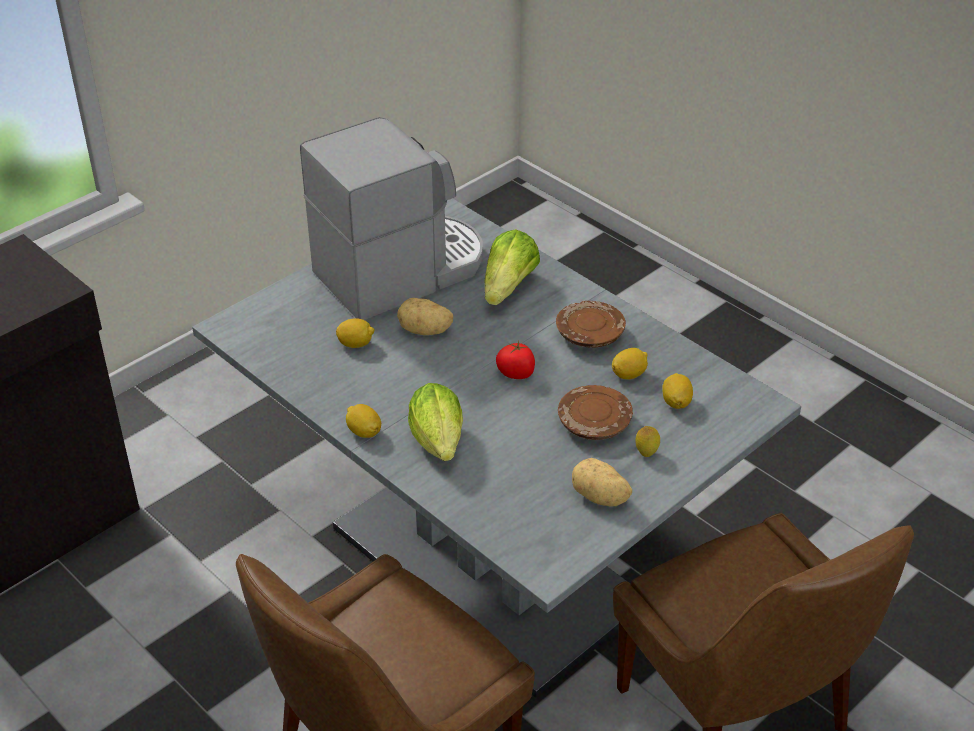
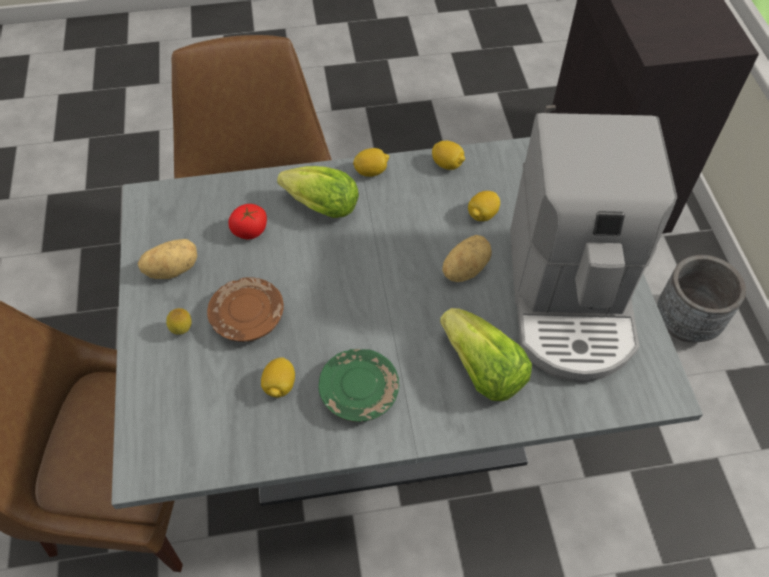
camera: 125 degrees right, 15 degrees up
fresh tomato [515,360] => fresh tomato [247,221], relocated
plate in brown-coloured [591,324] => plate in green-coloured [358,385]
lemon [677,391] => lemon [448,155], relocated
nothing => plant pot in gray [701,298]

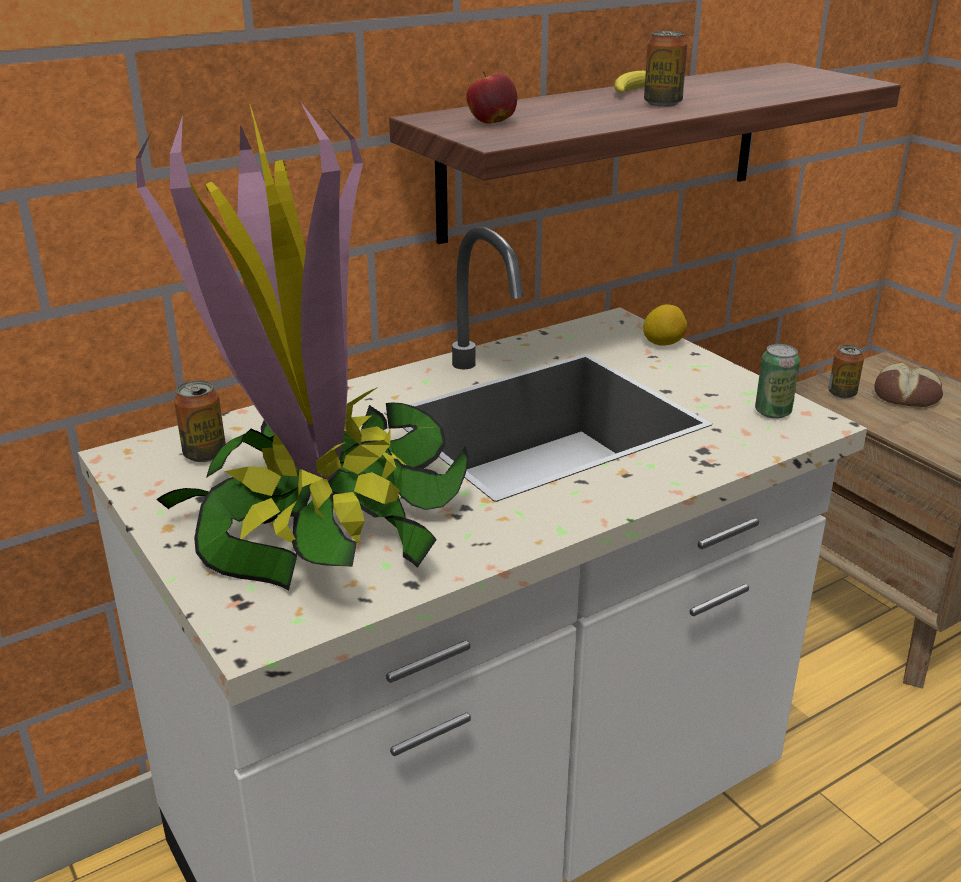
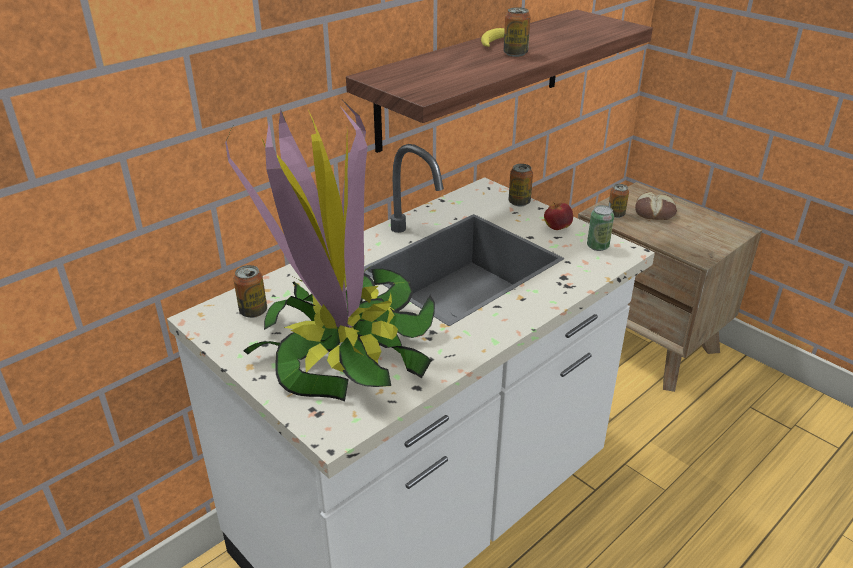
camera: 10 degrees left, 5 degrees up
apple fruit [491,97] => apple fruit [558,216], relocated
lemon [665,325] => sealed can [521,185]

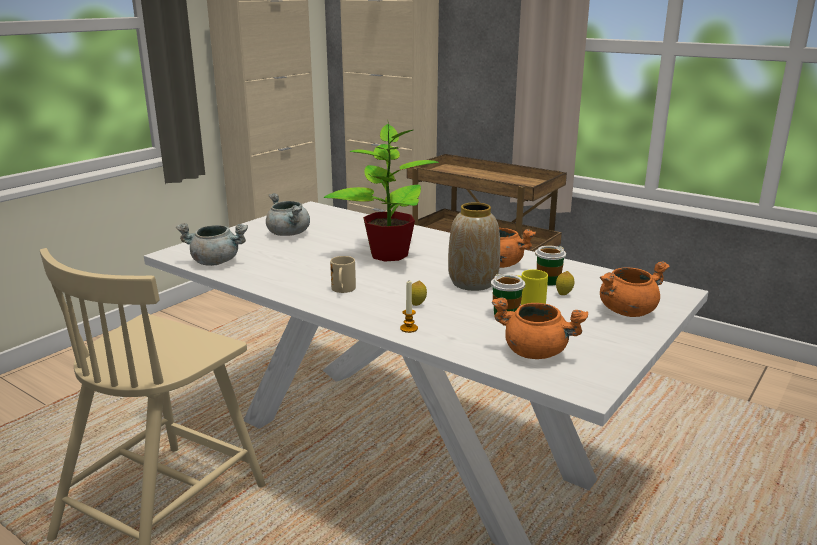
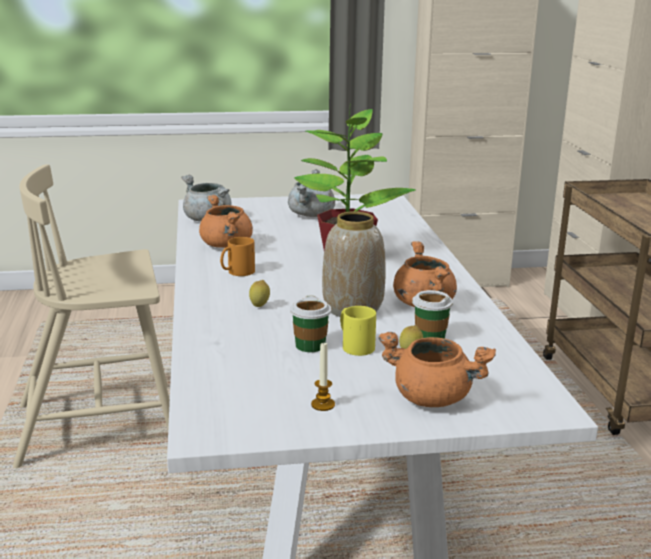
camera: 45 degrees right, 0 degrees up
coffee mug in beige-coloured [343,274] => coffee mug in orangey [237,256]
wax light [409,307] => wax light [323,377], relocated
cooking pot in orangey [540,328] => cooking pot in orangey [226,221], relocated

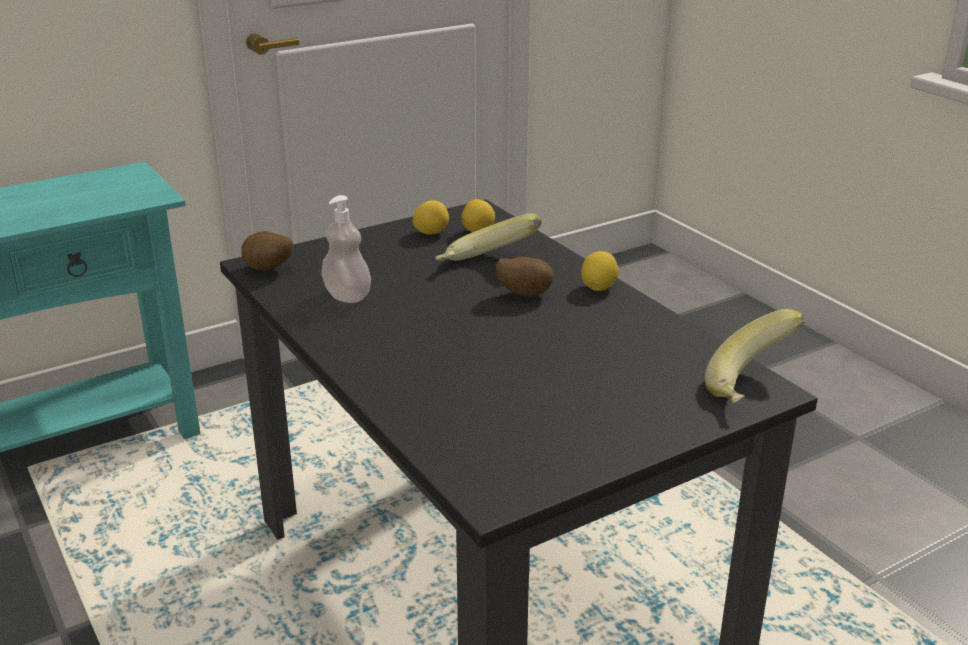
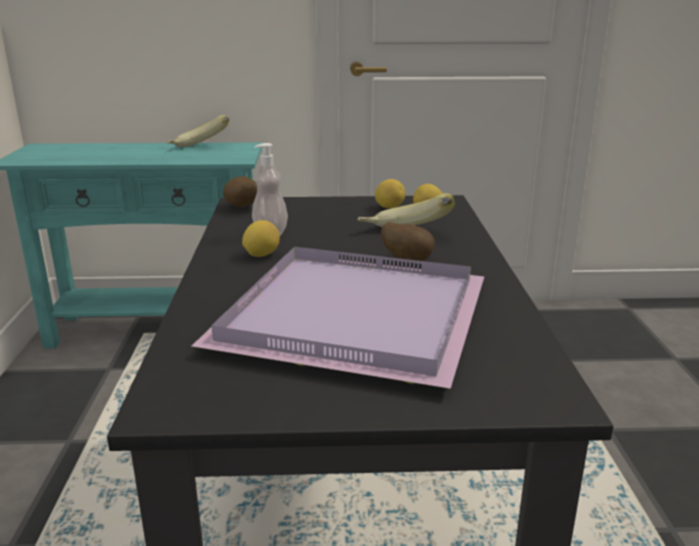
camera: 30 degrees right, 5 degrees down
lemon [600,271] => lemon [261,238], relocated
whole banana [755,356] => whole banana [198,131], relocated
nothing => serving tray in purple [338,318]

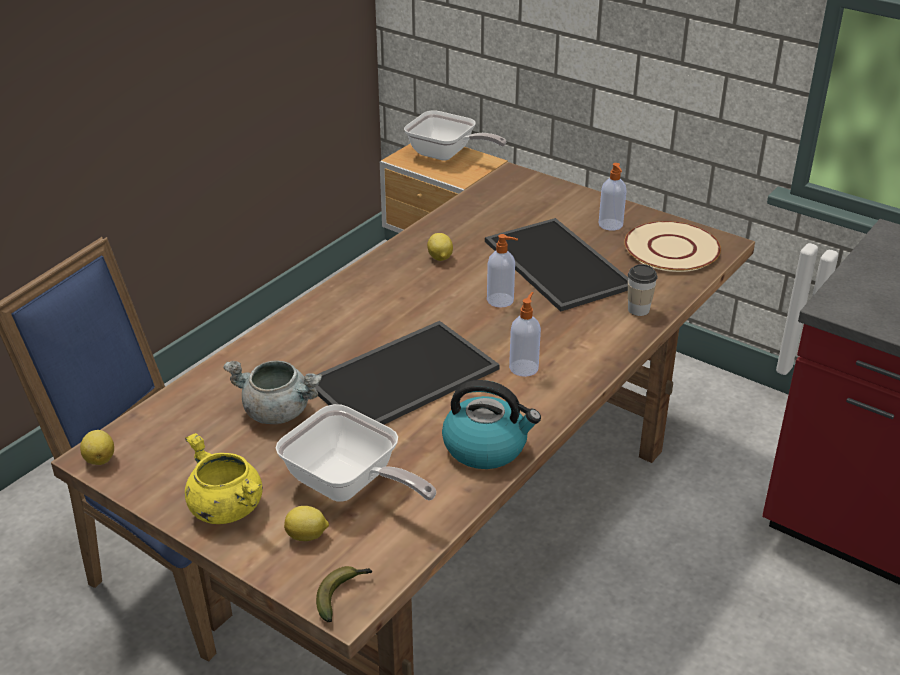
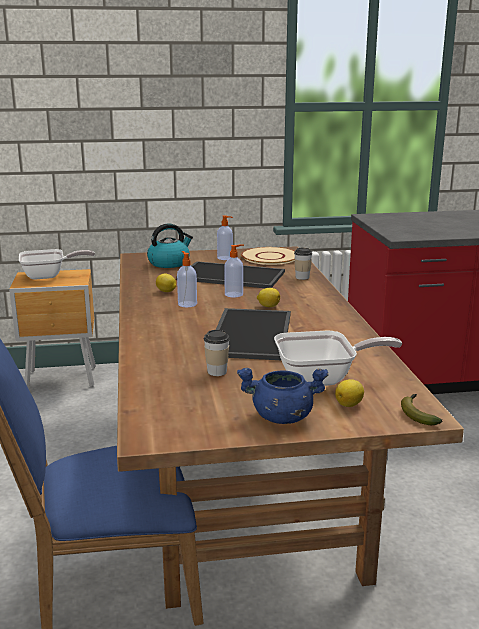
camera: 45 degrees left, 15 degrees down
lemon [97,447] => lemon [268,297], relocated
cooking pot in yellowish [224,478] => cooking pot in bluish [282,396]
cooking pot in gray [272,392] => small cup [217,353]
kettle [491,424] => kettle [170,245], relocated
liquid soap bottle [525,334] => liquid soap bottle [187,279], relocated

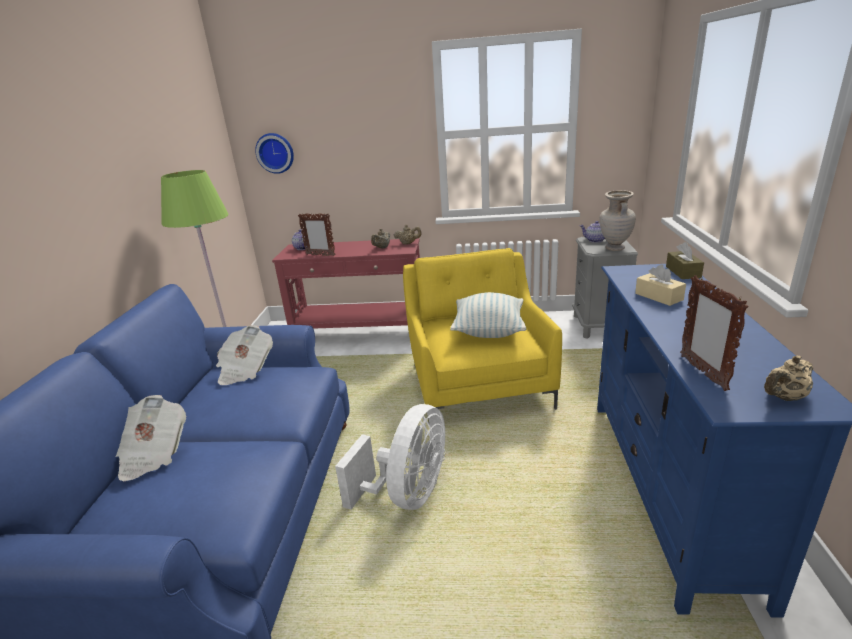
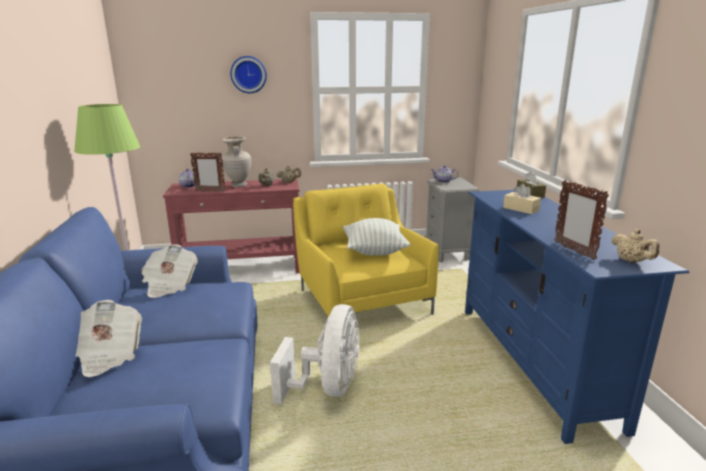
camera: 15 degrees left, 5 degrees down
hanging clock [274,153] => hanging clock [248,74], relocated
decorative vase in beige-coloured [617,220] => decorative vase in beige-coloured [236,162], relocated
pot for tea in beige-coloured [788,378] => pot for tea in beige-coloured [635,246], 75 degrees counterclockwise

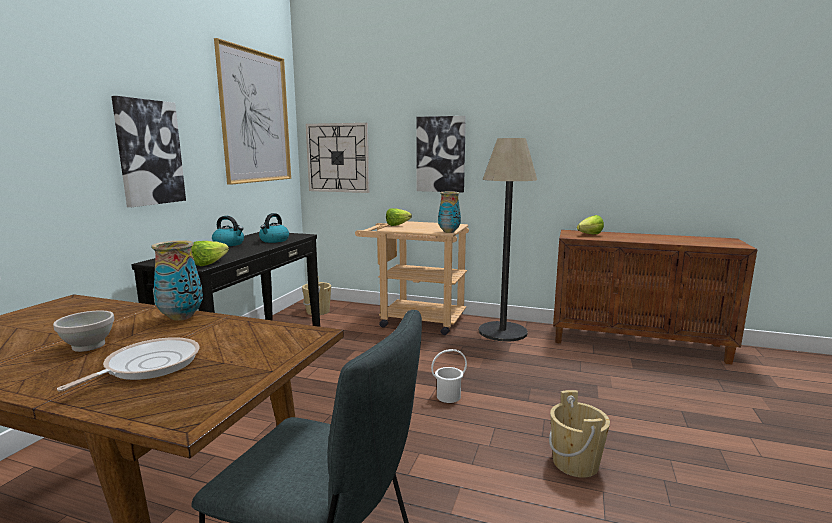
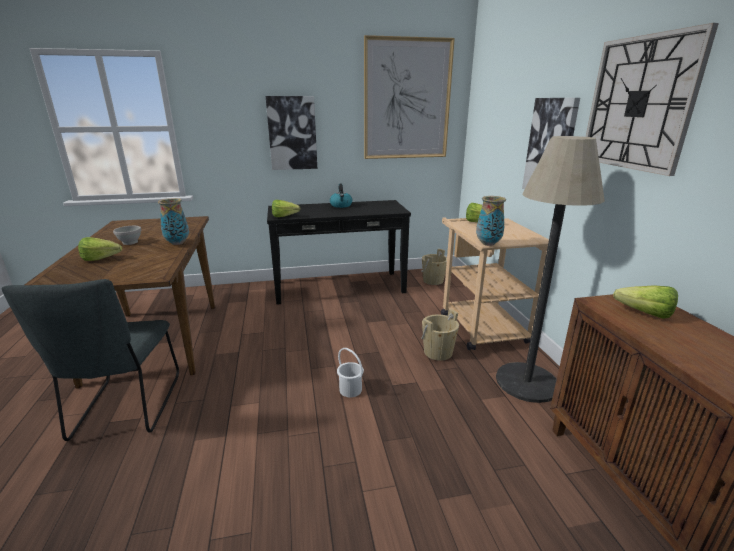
camera: 60 degrees right, 10 degrees up
pan [128,364] => lettuce [100,249]
kettle [274,228] => nothing
hanging clock [337,158] => hanging clock [652,99], relocated
pail in beige-coloured [579,434] => pail in beige-coloured [440,335], relocated

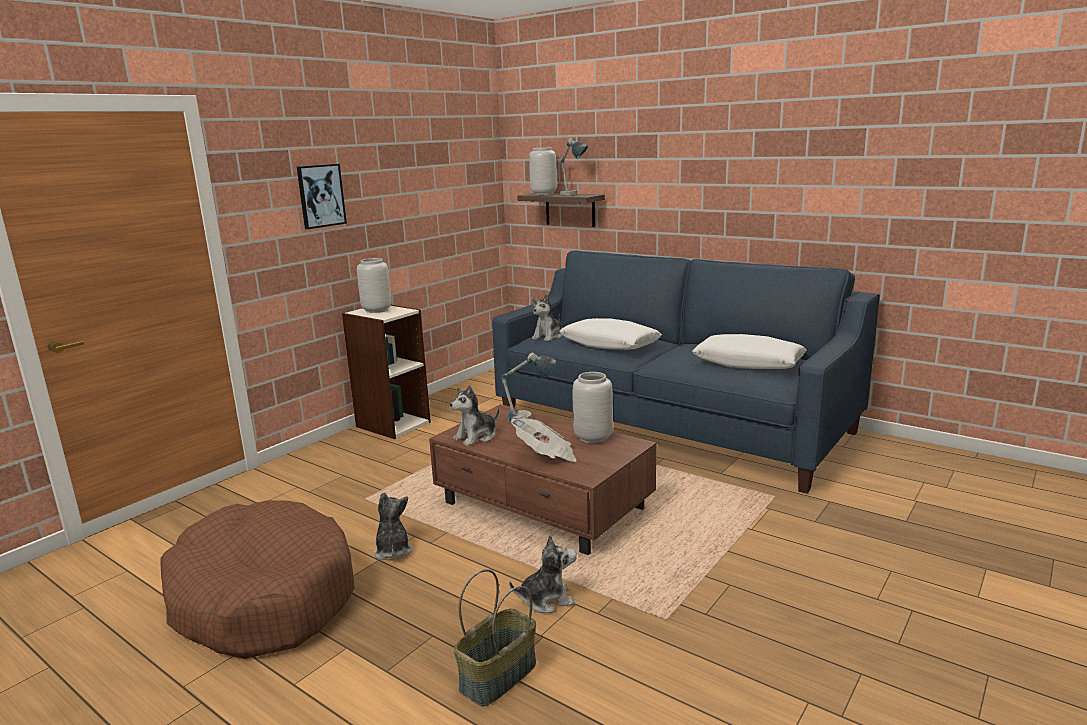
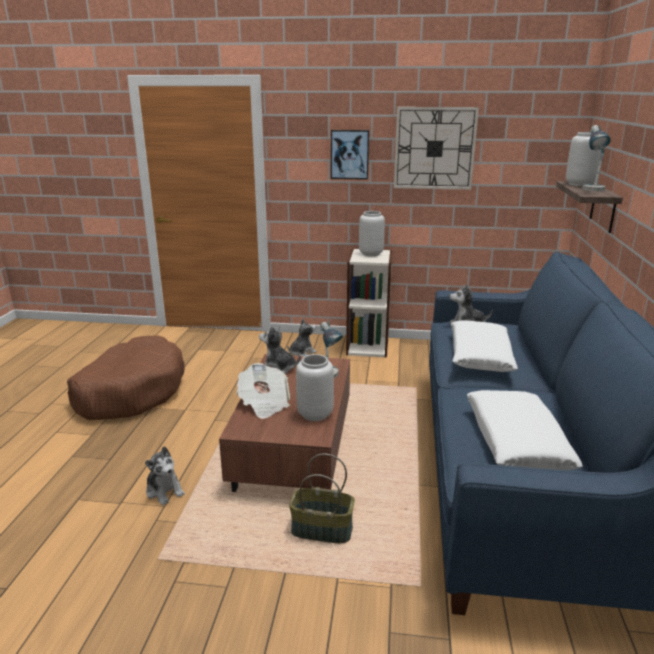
camera: 60 degrees right, 5 degrees up
cuddly toy [393,526] => cuddly toy [302,337], relocated
basket [494,637] => basket [322,498], relocated
nothing => hanging clock [436,148]

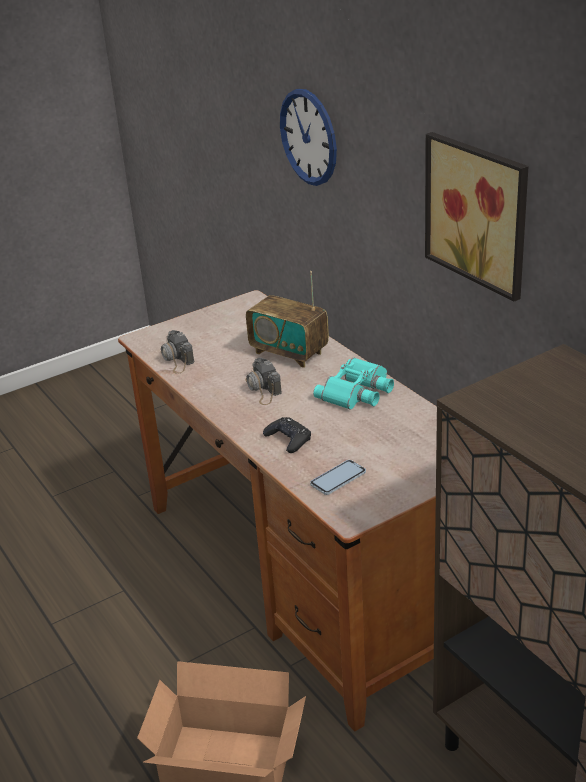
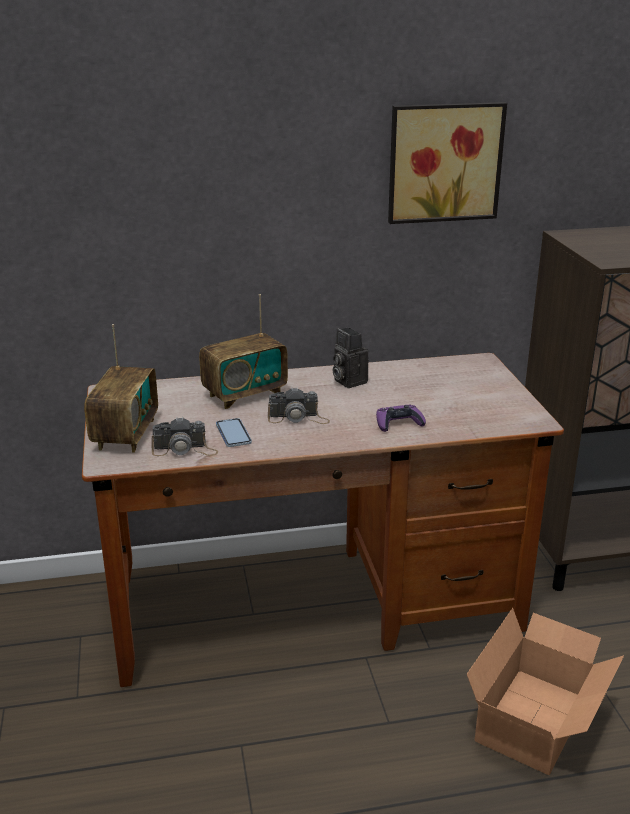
camera: 70 degrees left, 5 degrees down
gamepad in black [287,435] => gamepad in purple [401,418]
hanging clock [308,137] => nothing
handset [338,477] => handset [234,432], relocated
binoculars in turquoise-coloured [353,384] => still camera [351,358]
nothing => radio set [121,388]

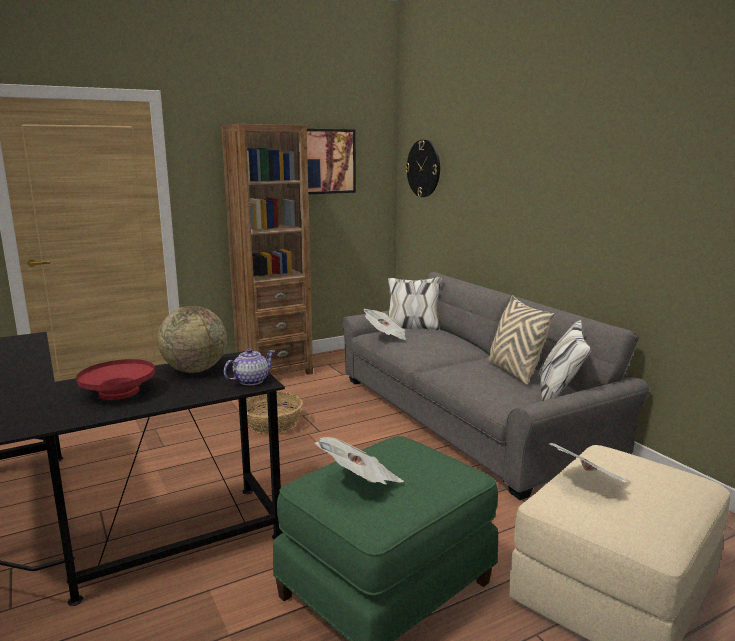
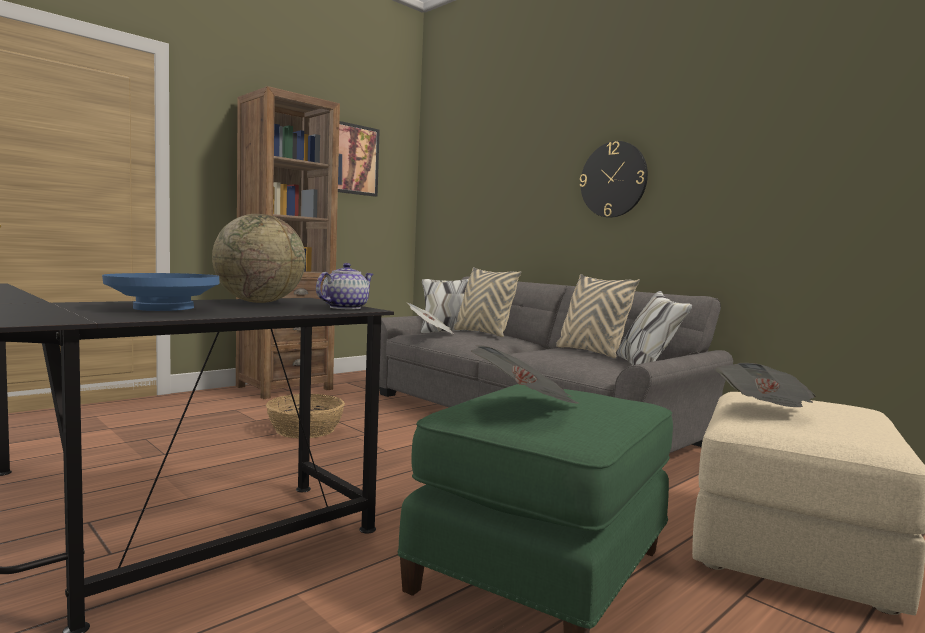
camera: 15 degrees left, 10 degrees down
serving bowl in red-coloured [115,379] => serving bowl in bluish [161,292]
hanging clock [422,168] => hanging clock [614,179], relocated
nothing => throw pillow in beige-coloured [487,302]

